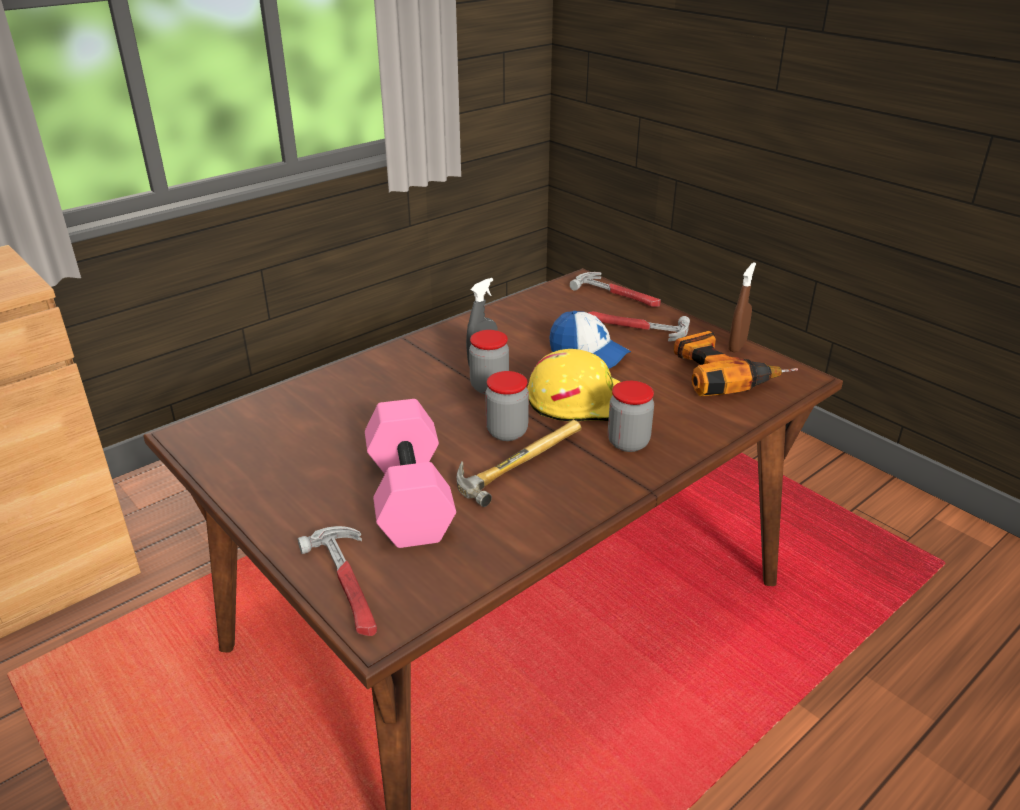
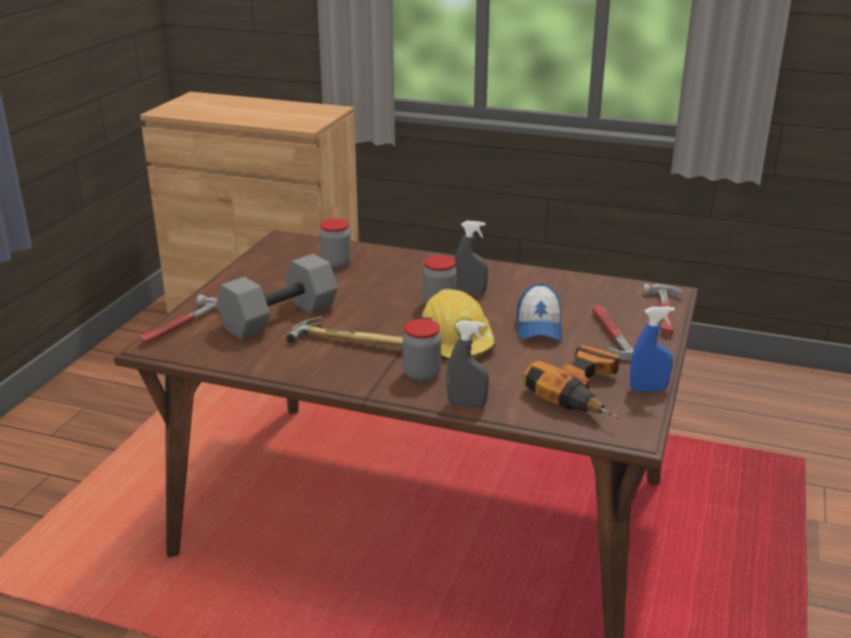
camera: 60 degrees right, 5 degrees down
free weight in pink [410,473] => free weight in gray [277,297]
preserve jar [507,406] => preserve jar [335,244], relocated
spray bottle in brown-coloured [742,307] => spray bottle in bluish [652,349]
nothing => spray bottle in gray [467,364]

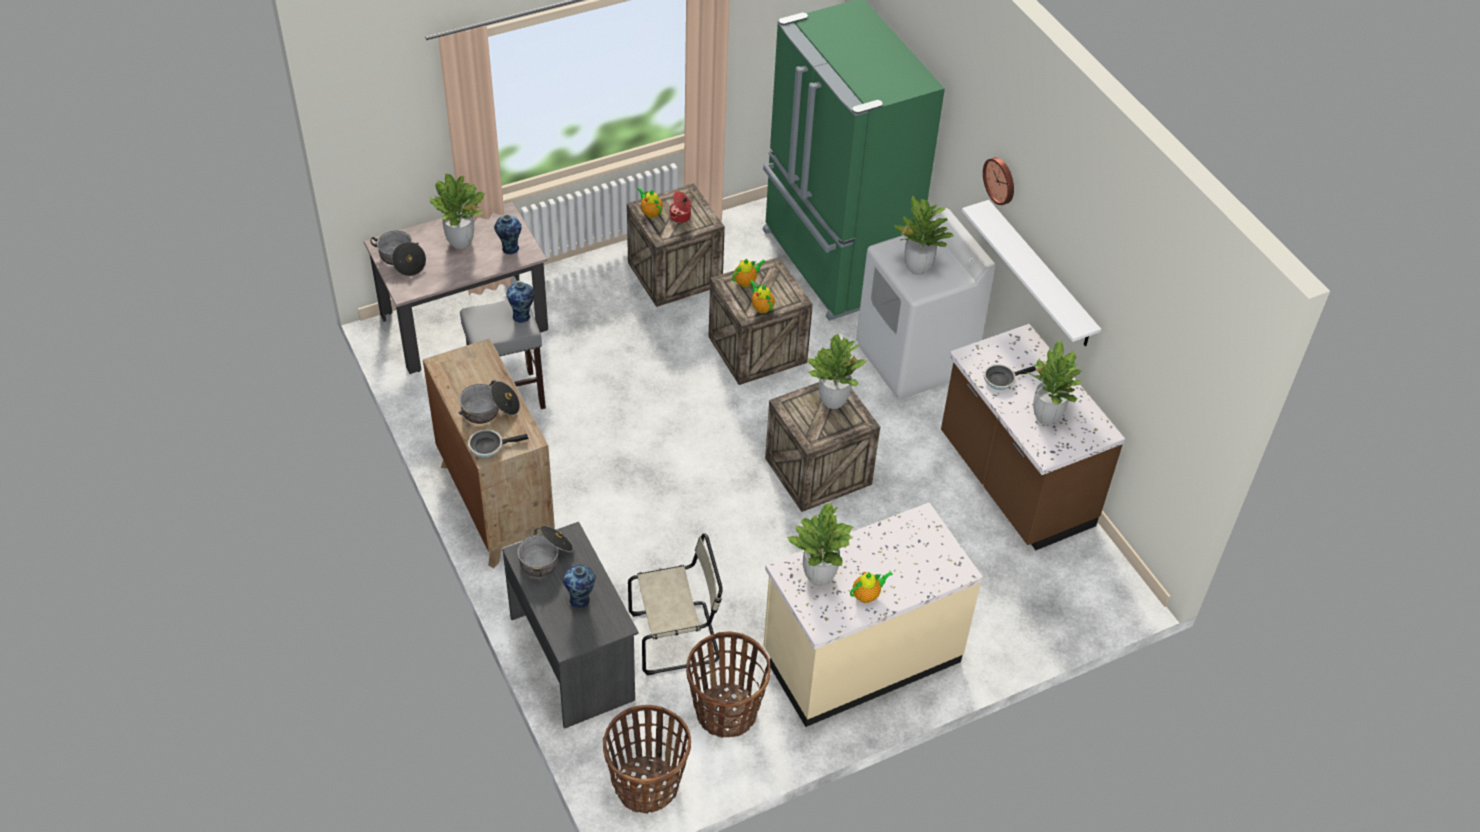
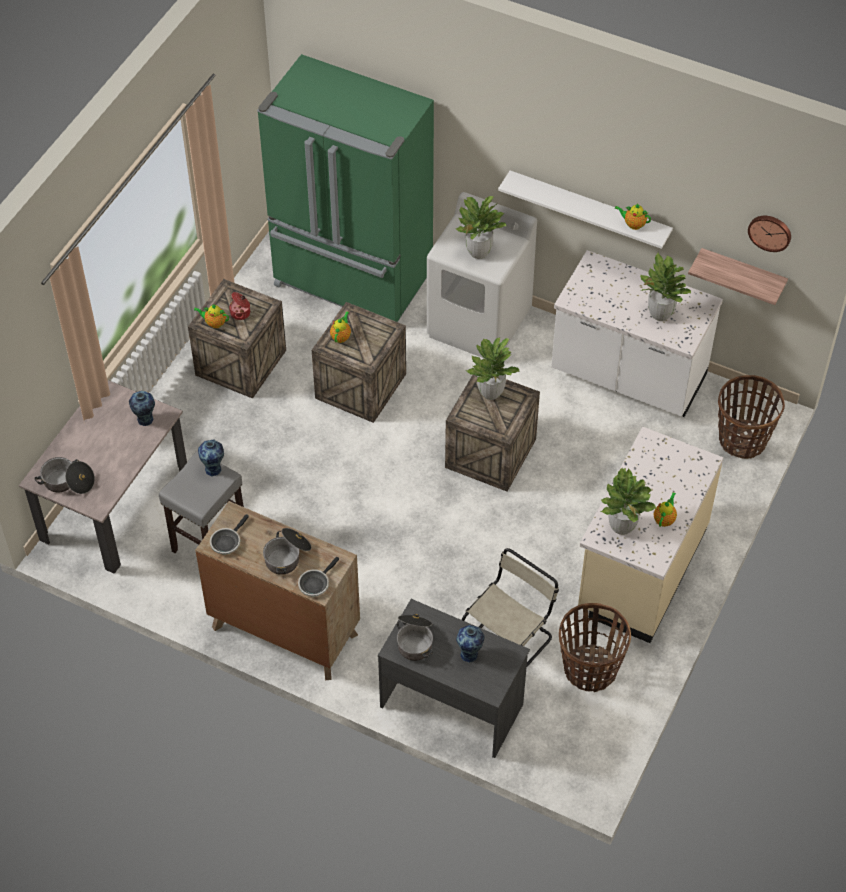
camera: 35 degrees left, 5 degrees up
plant in a pot [457,211] => nothing
basket [647,759] => basket [751,417], relocated
pot for tea [762,296] => pot for tea [633,217], relocated
counter in brown-coloured [1033,437] => counter in whitish [637,333]
hanging clock [998,181] => hanging clock [769,234], relocated
pan [1010,377] => pan [229,534], relocated
nothing => bracket shelf [738,276]

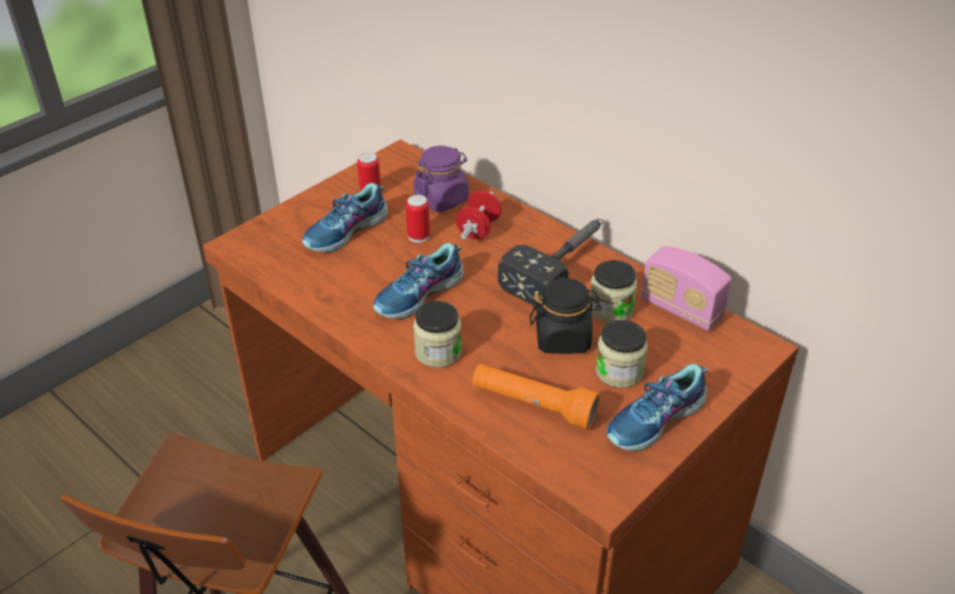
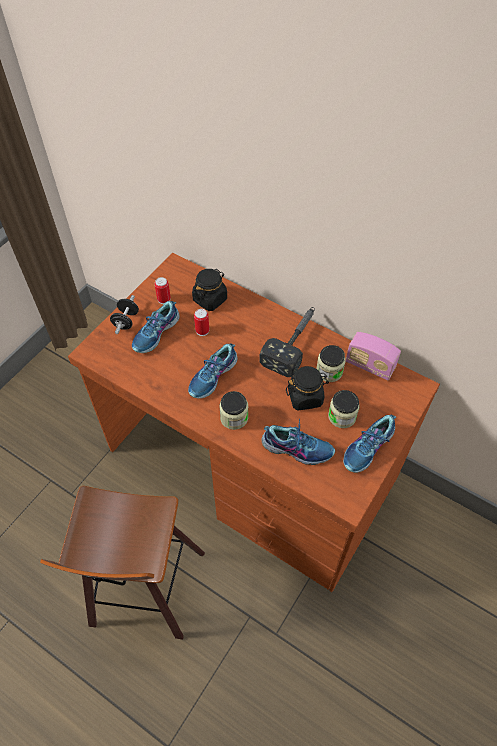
camera: 10 degrees left, 15 degrees up
preserve jar in purple [441,179] => preserve jar in black [209,290]
free weight in red-coloured [479,215] => nothing
hand torch in orangey [536,397] => item of footwear [298,442]
nothing => free weight in black [124,314]

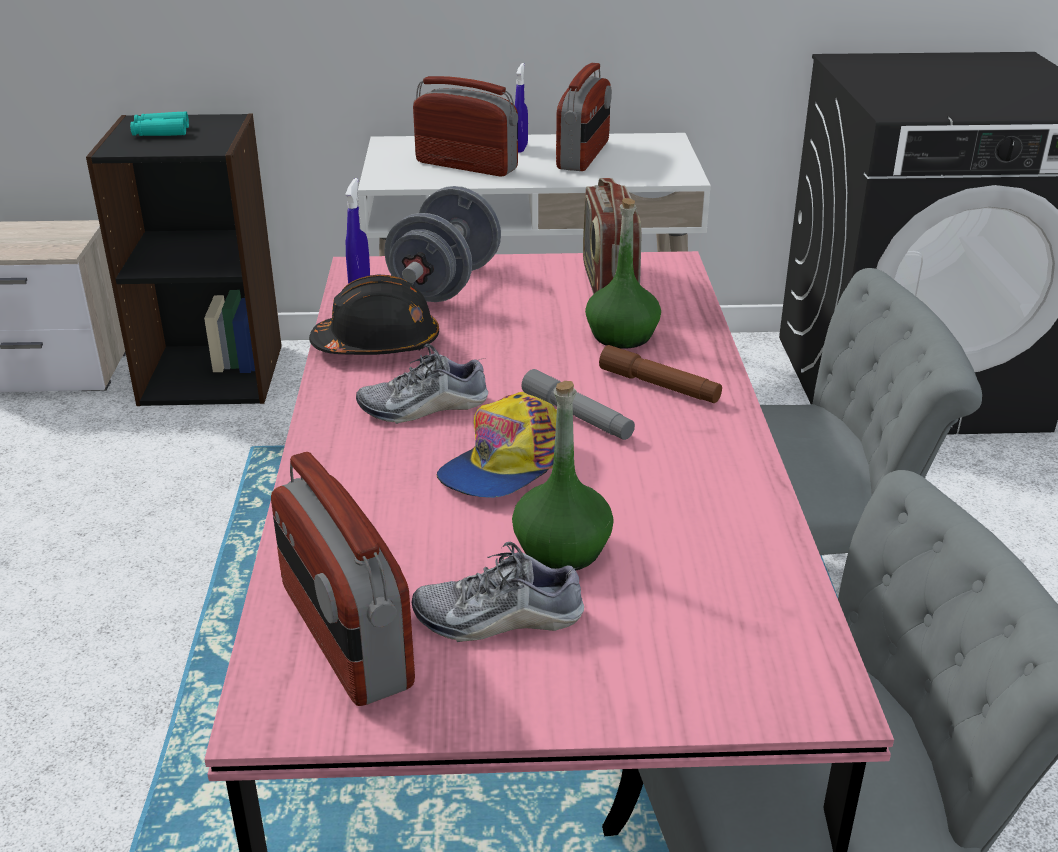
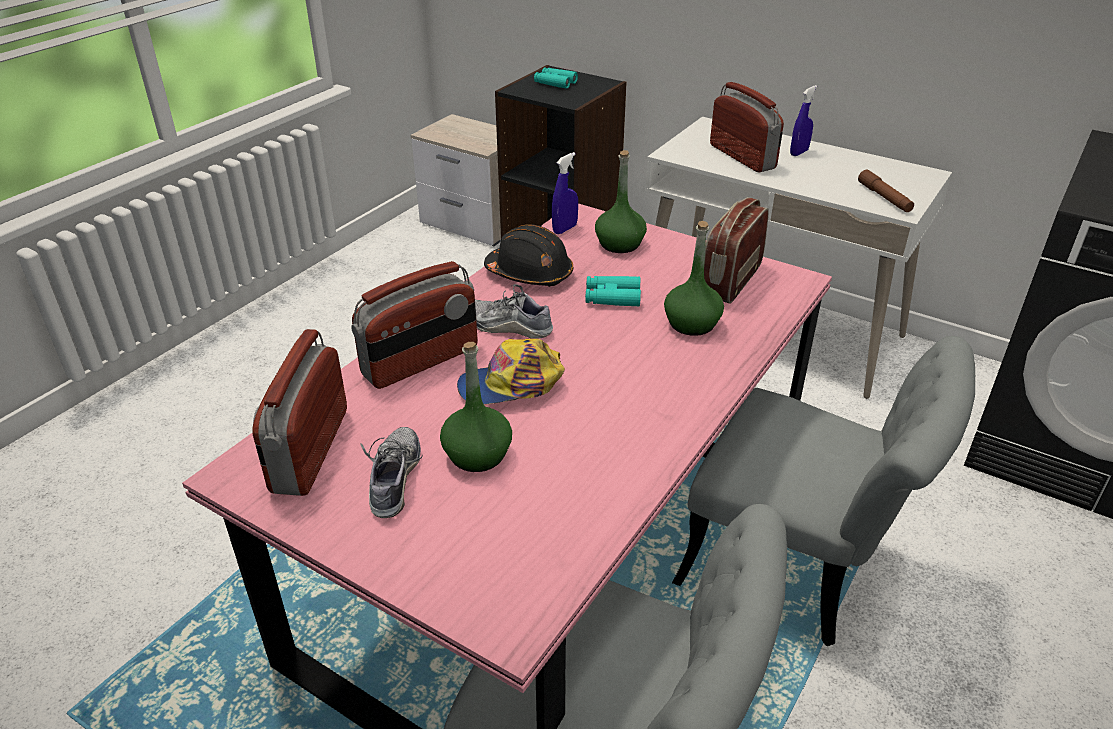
camera: 35 degrees right, 5 degrees up
free weight in gray [442,244] => drink bottle in green-coloured [621,201]
item of footwear [498,592] => item of footwear [391,472], 60 degrees clockwise
hand torch in gray [578,404] => nothing
radio set [584,117] => radio set [414,325], relocated
hand torch in brown-coloured [660,374] => hand torch in brown-coloured [886,191], relocated
nothing => binoculars in turquoise-coloured [613,291]

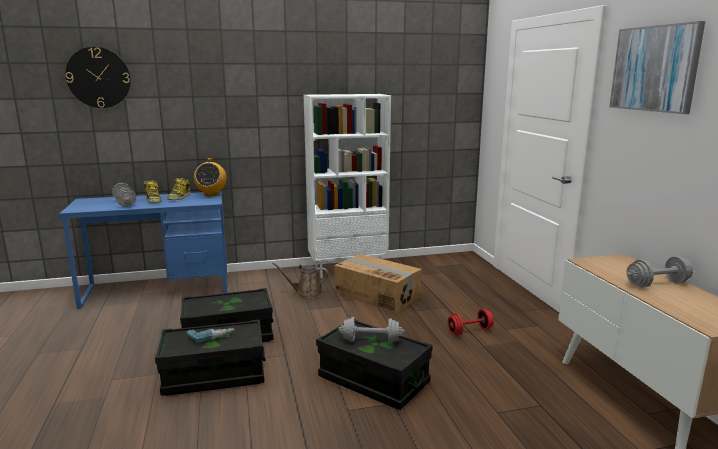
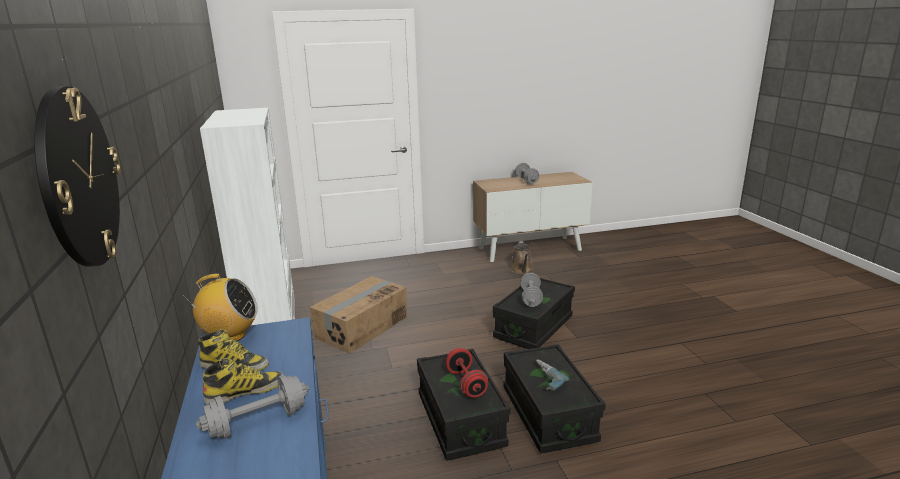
camera: 90 degrees left, 5 degrees up
watering can in brown-coloured [300,280] => watering can in brown-coloured [522,257], relocated
free weight in red-coloured [471,322] => free weight in red-coloured [467,373], relocated
wall art [657,67] => nothing

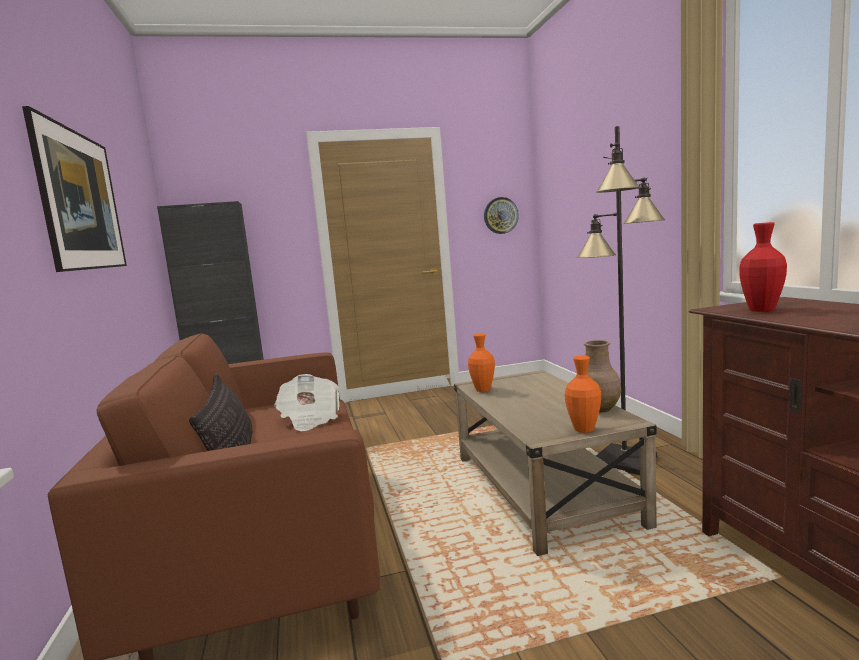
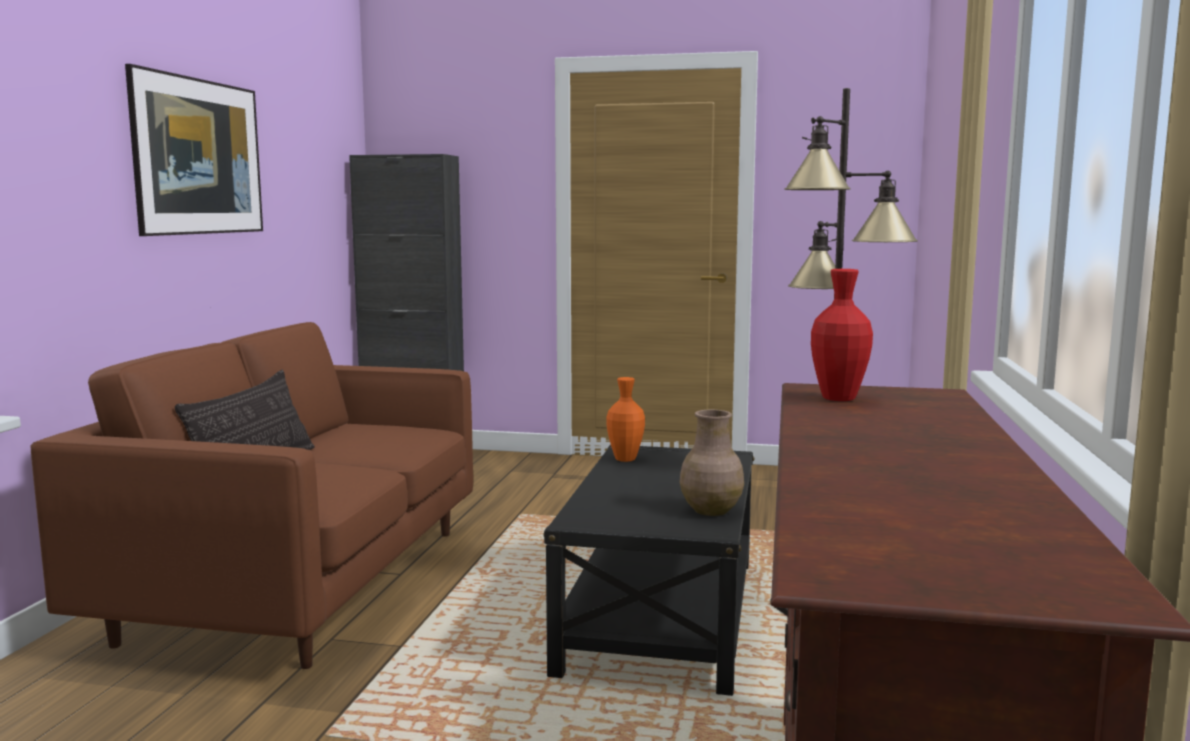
camera: 25 degrees right, 0 degrees up
printed paper [306,402] => nothing
low table in beige-coloured [555,463] => low table in black [649,570]
hanging clock [501,215] => nothing
decorative vase in orangey [583,394] => nothing

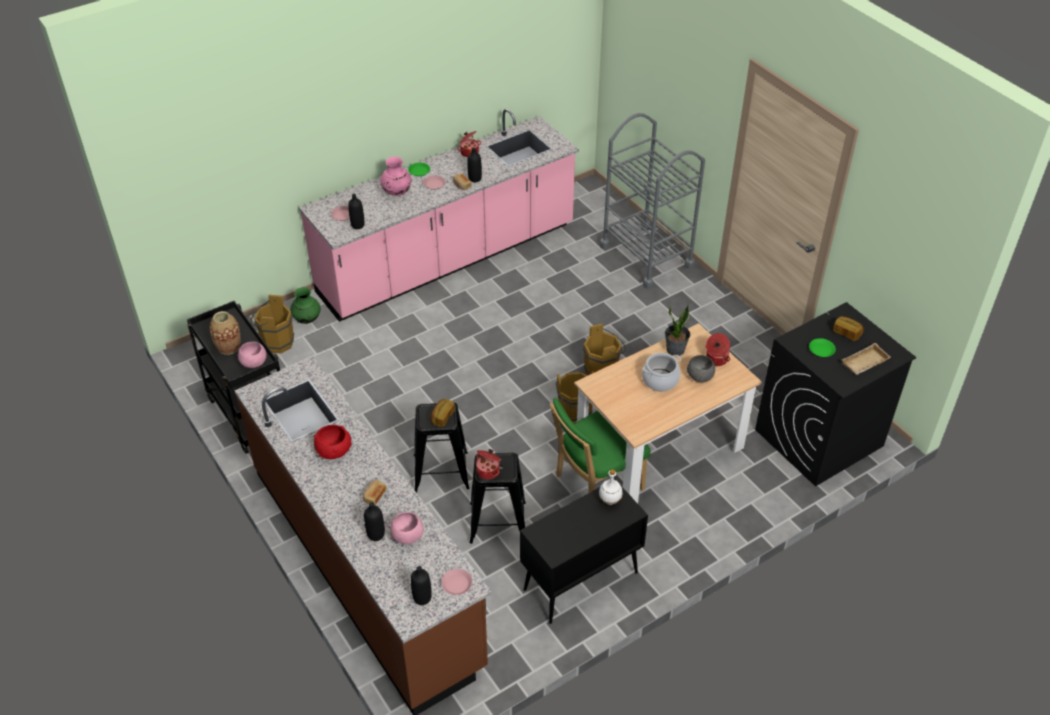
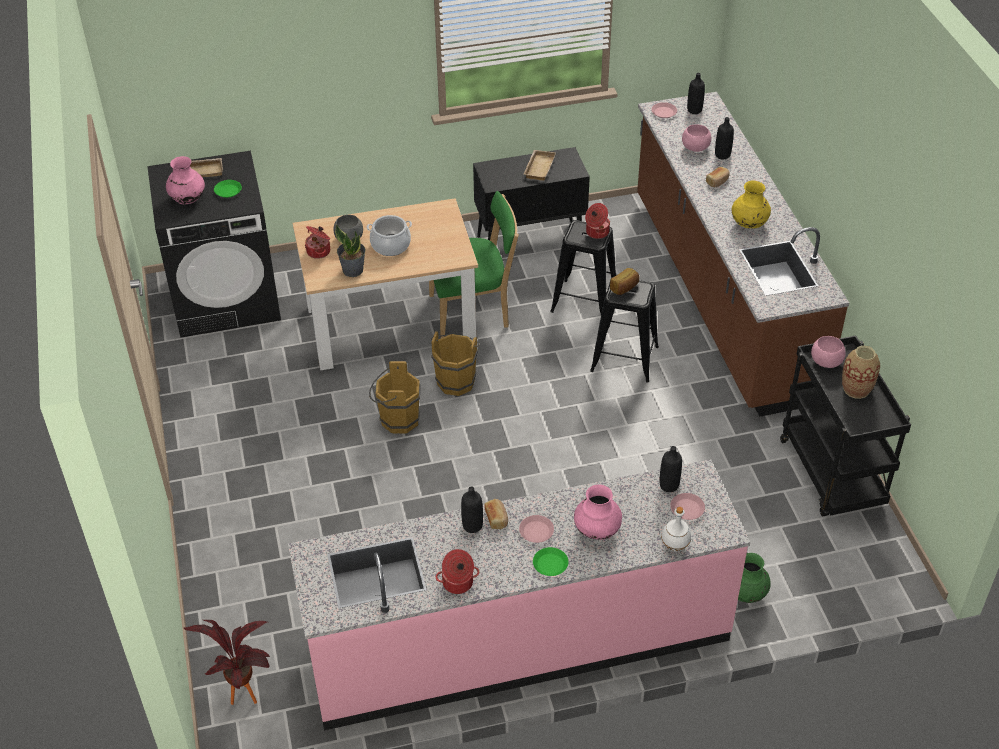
camera: 160 degrees left, 0 degrees up
pail in brown-coloured [272,324] => nothing
serving bowl in red-coloured [333,442] => decorative vase in yellowish [751,204]
drink bottle in whitish [611,487] => drink bottle in whitish [676,529], relocated
trolley in gray [652,201] => nothing
bakery bread [848,328] => decorative vase in pink [185,180]
nothing => plant in a pot [227,662]
nothing => serving tray in beige-coloured [539,165]

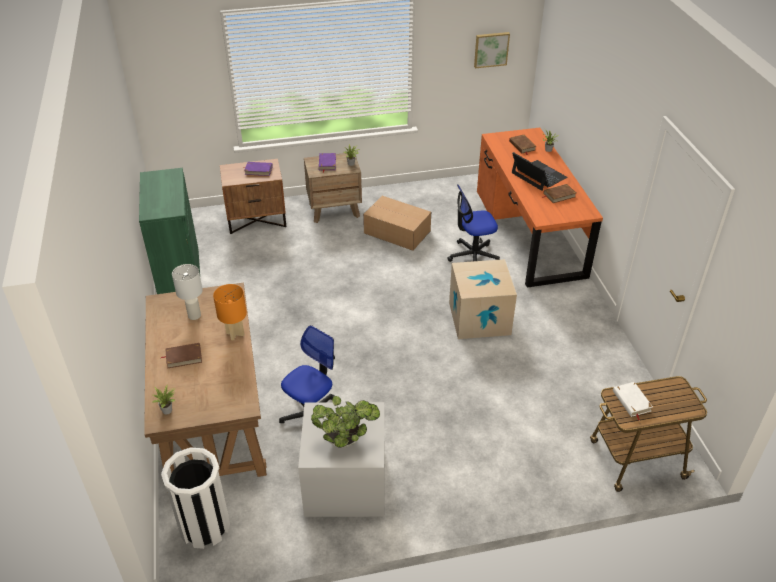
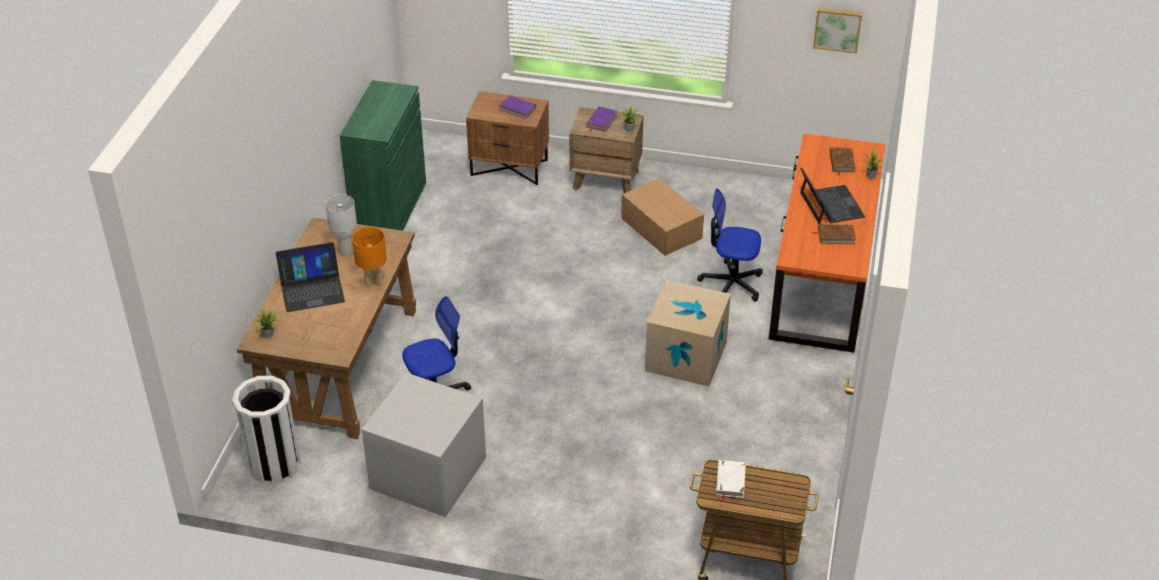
camera: 25 degrees right, 0 degrees up
book in brown-coloured [181,355] => laptop [310,277]
plant in a pot [345,422] => nothing

